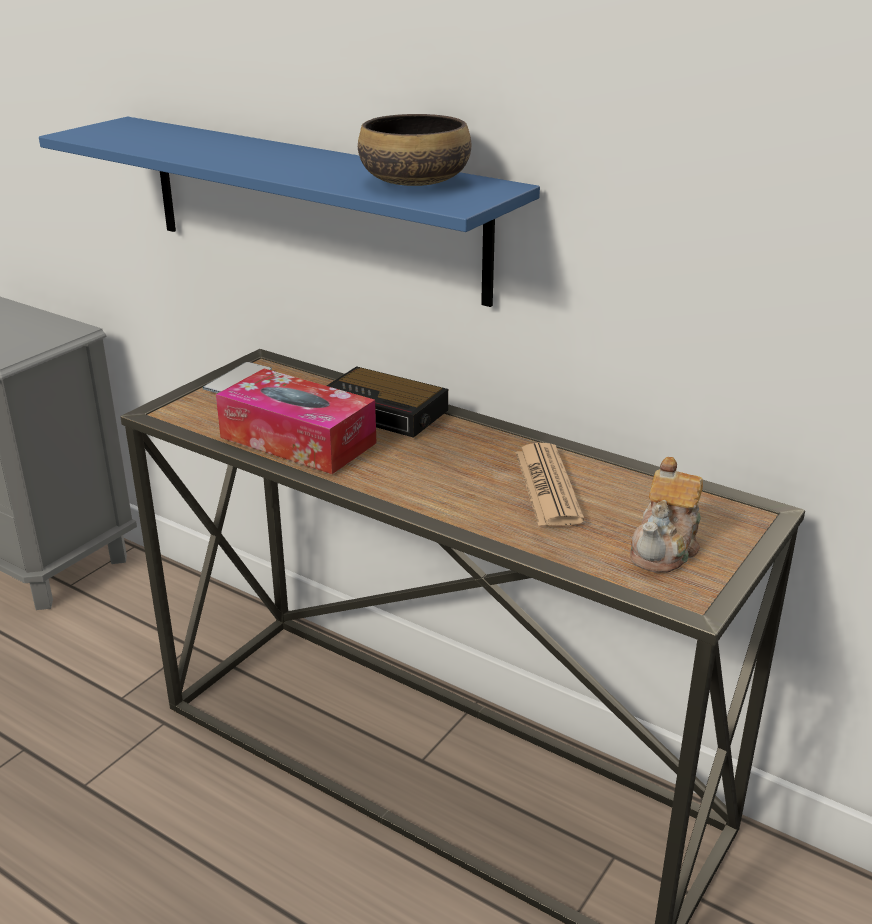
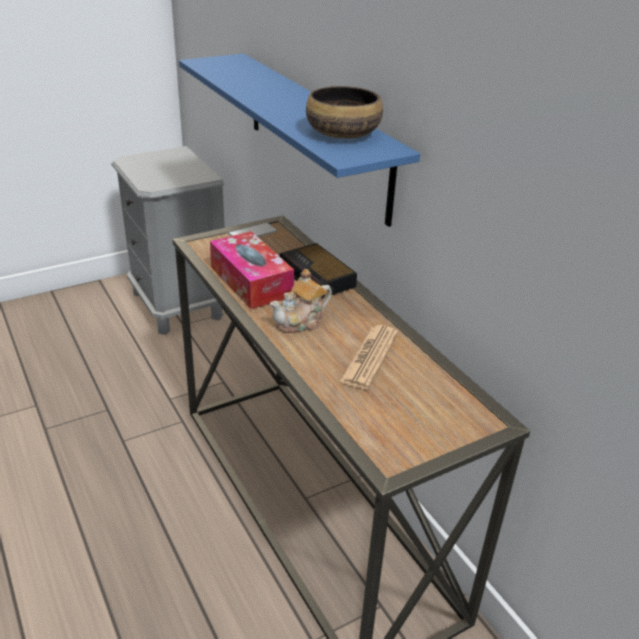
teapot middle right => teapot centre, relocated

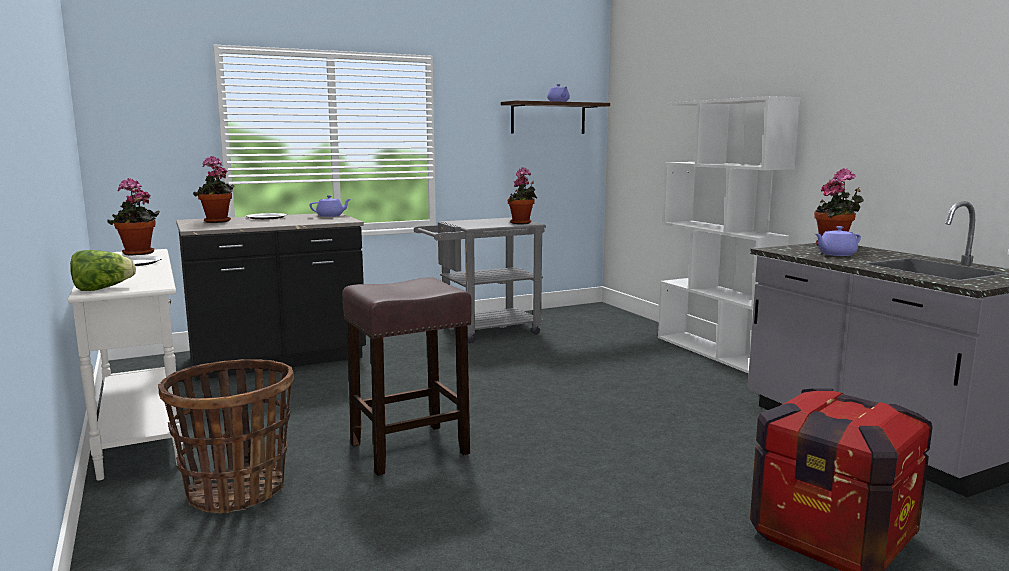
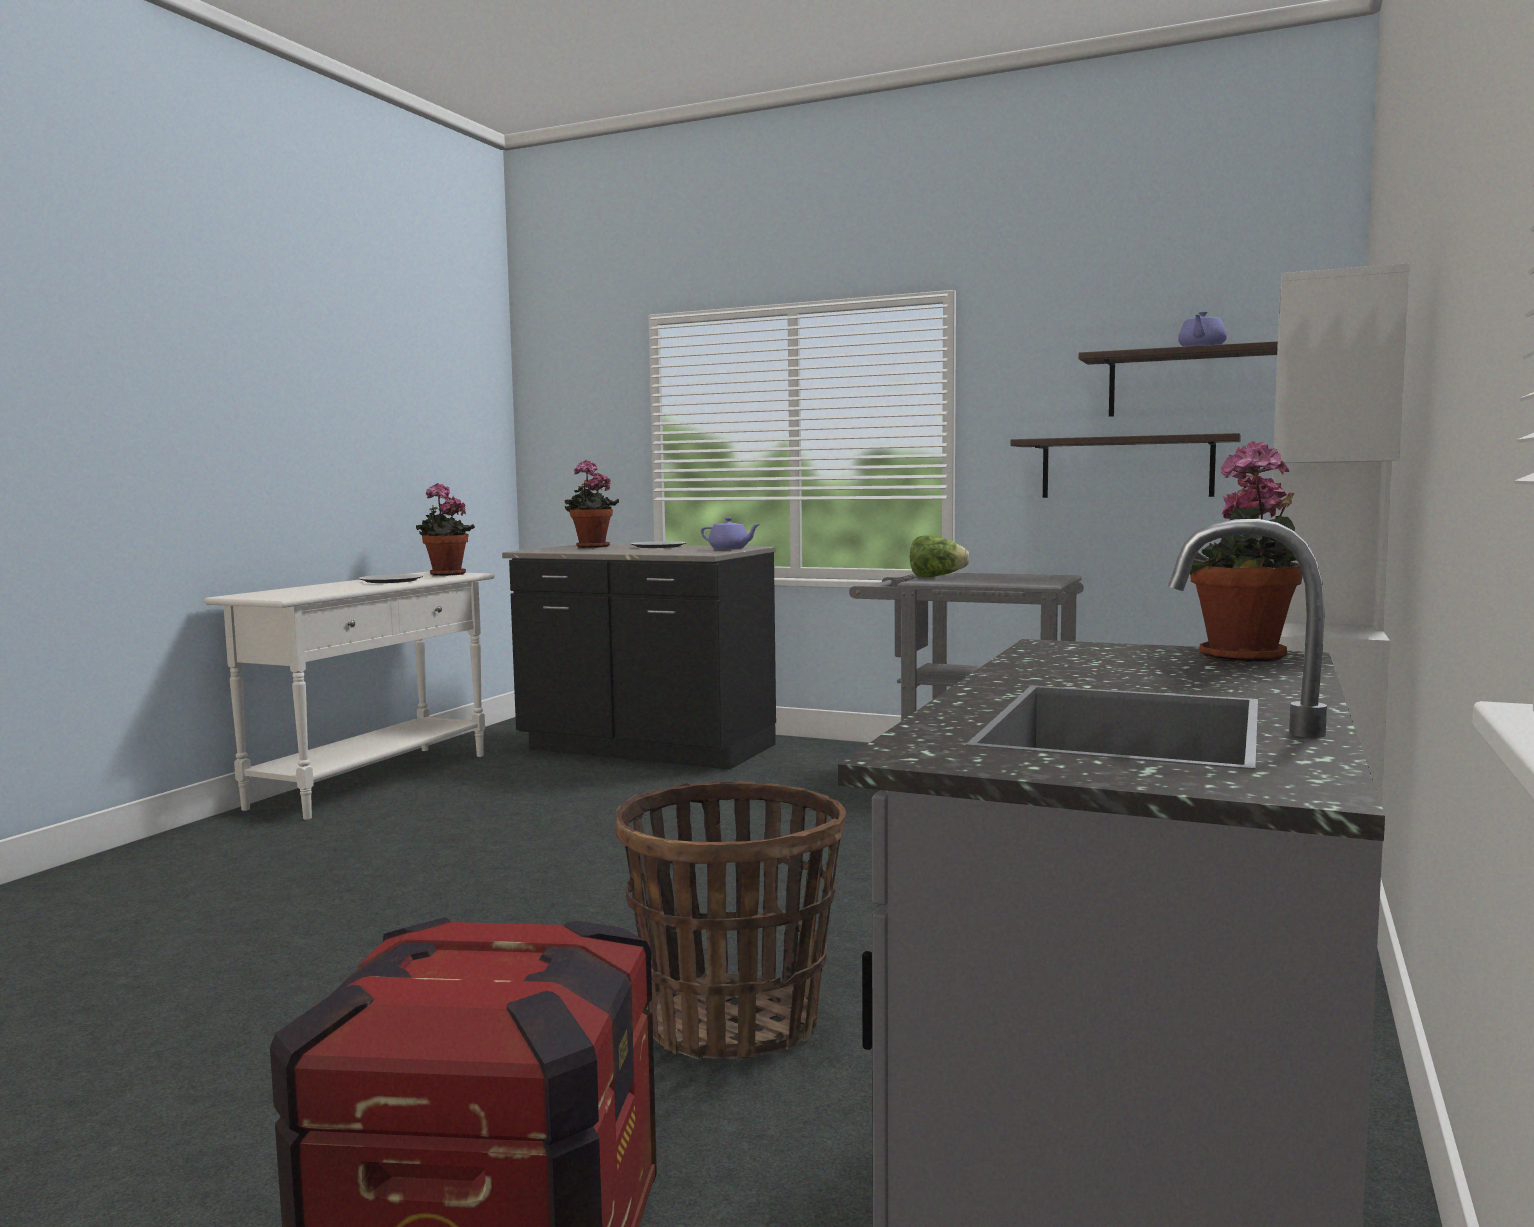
basket bottom left => basket bottom centre, relocated
lettuce middle left => lettuce centre, relocated
nothing => shelf (no. 1 from left) middle right
stool/brown centre => nothing
potted plant (no. 3 from left) centre => nothing
teapot/purple (no. 3 from left) middle right => nothing

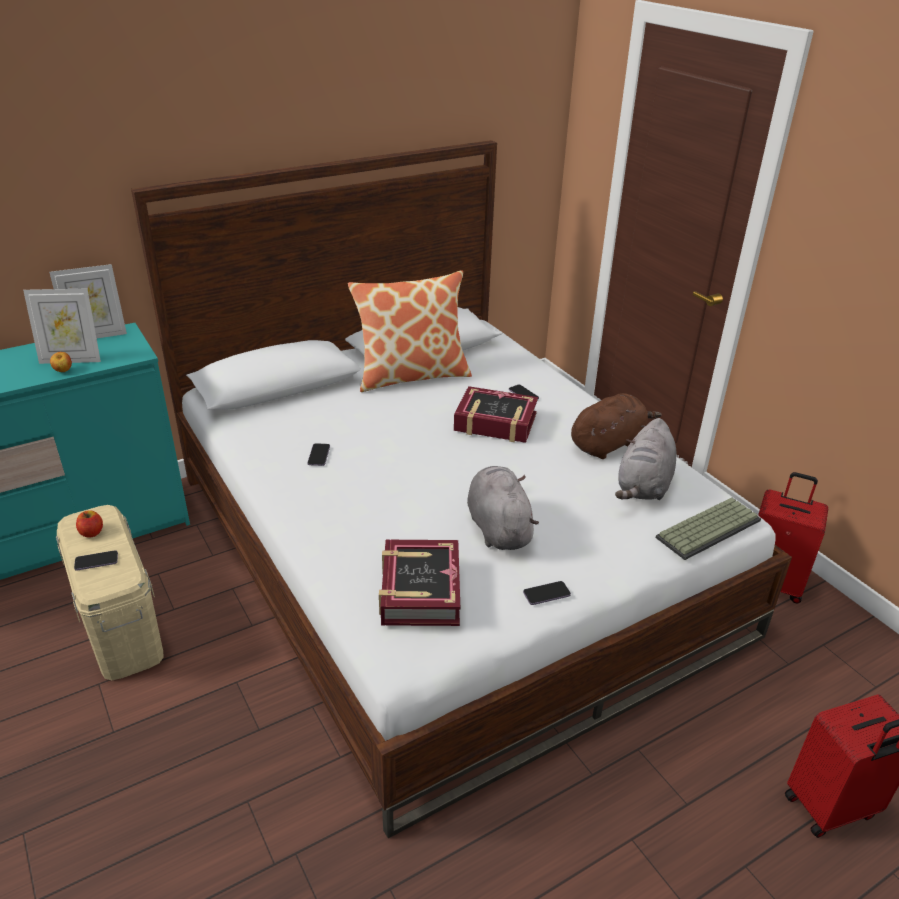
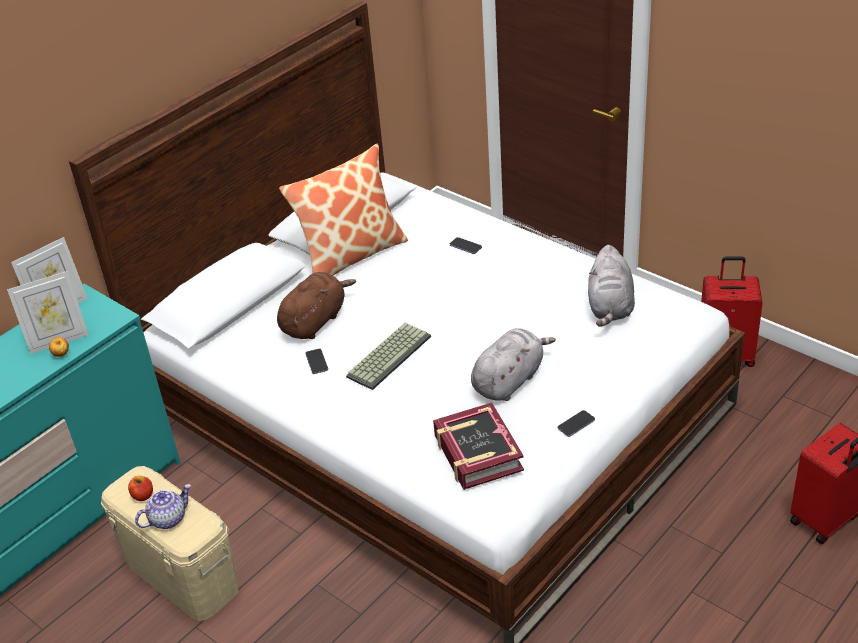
phone (no. 1 from left) middle left => teapot bottom left
plush toy/brown middle right => plush toy/brown centre, relocated
keyboard middle right => keyboard centre, relocated
plush toy/grey (no. 1 from left) centre, 75 degrees clockwise
book (no. 2 from left) centre => nothing

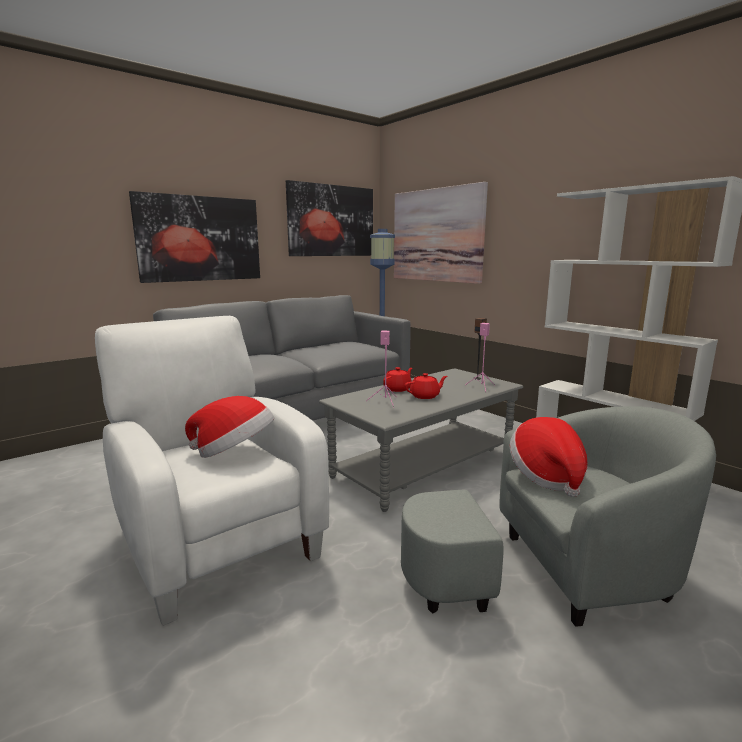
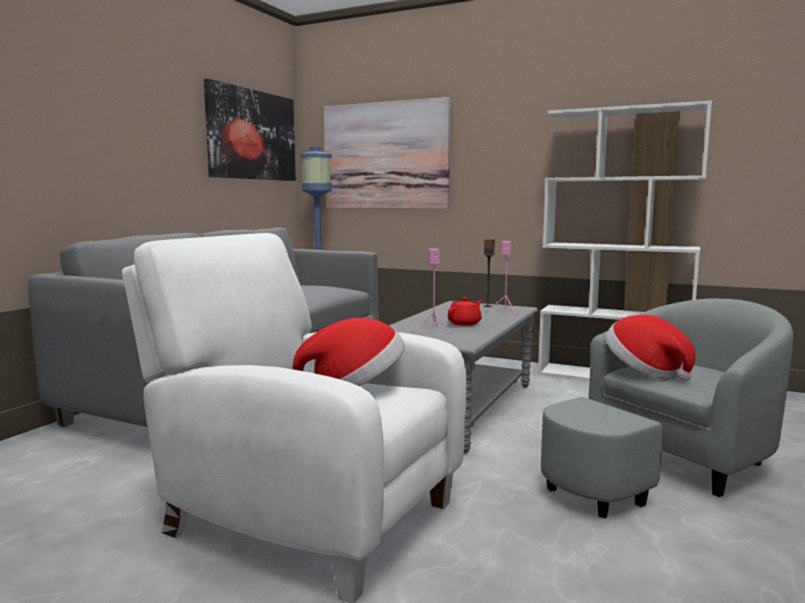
picture (no. 1 from left) top left => nothing
teapot/red (no. 1 from left) centre => nothing

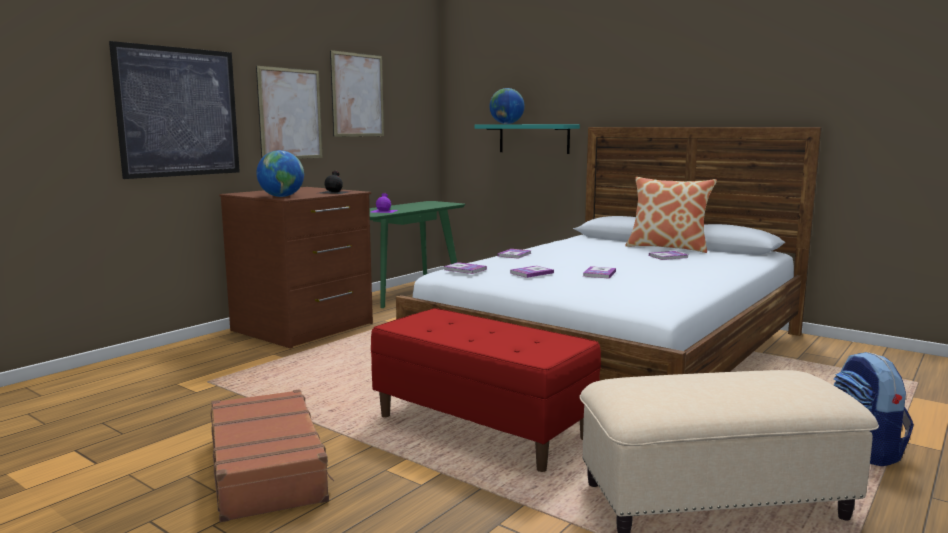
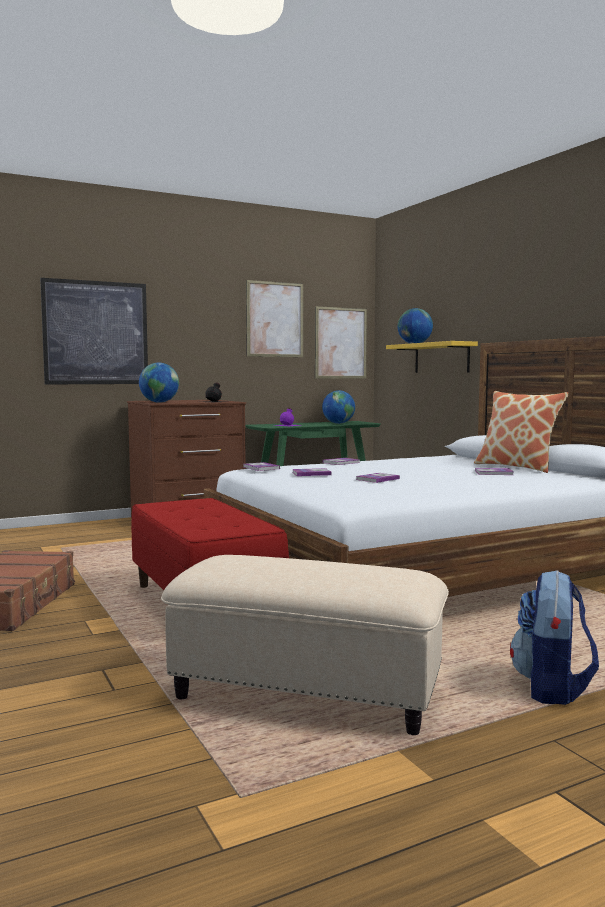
picture (no. 2 from left in the first image) top left => picture (no. 3 from left) centre, relocated
nothing => globe (no. 2 from left) centre
shelf/turquoise top centre => shelf/yellow middle right

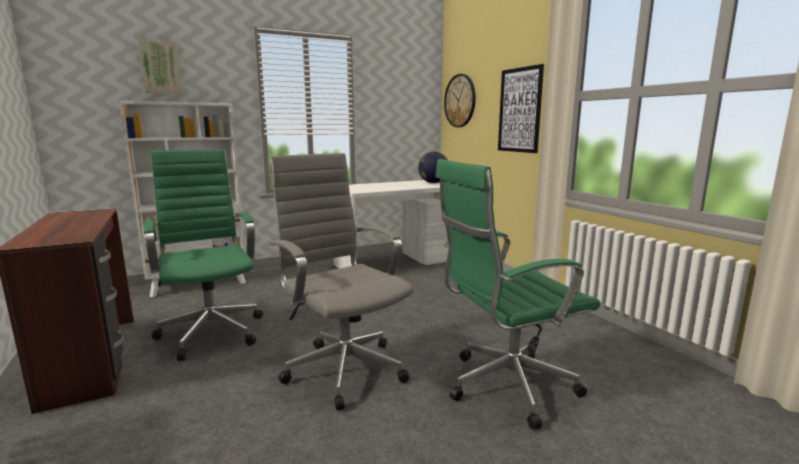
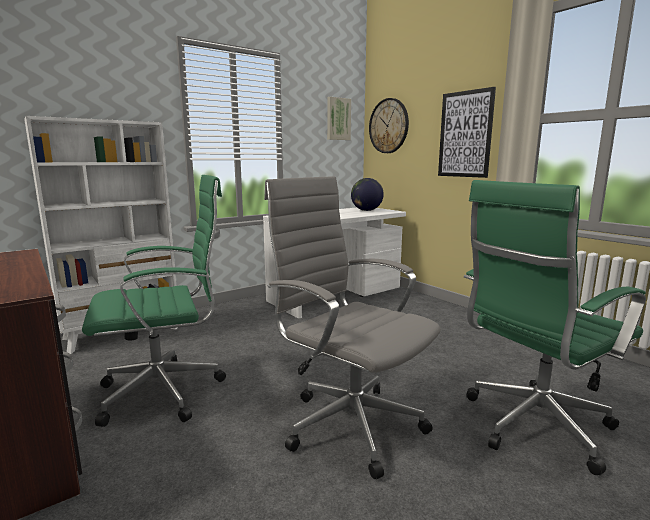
office chair/green (no. 1 from left) middle left, 105 degrees clockwise
picture (no. 1 from left) top left => picture (no. 1 from left) top centre, relocated

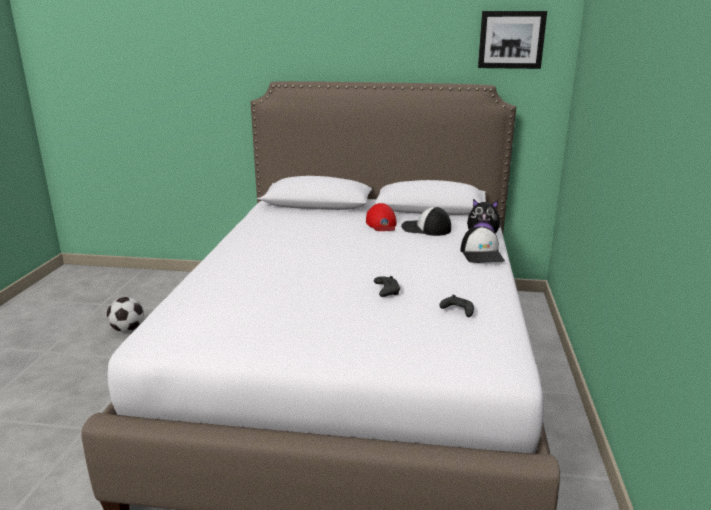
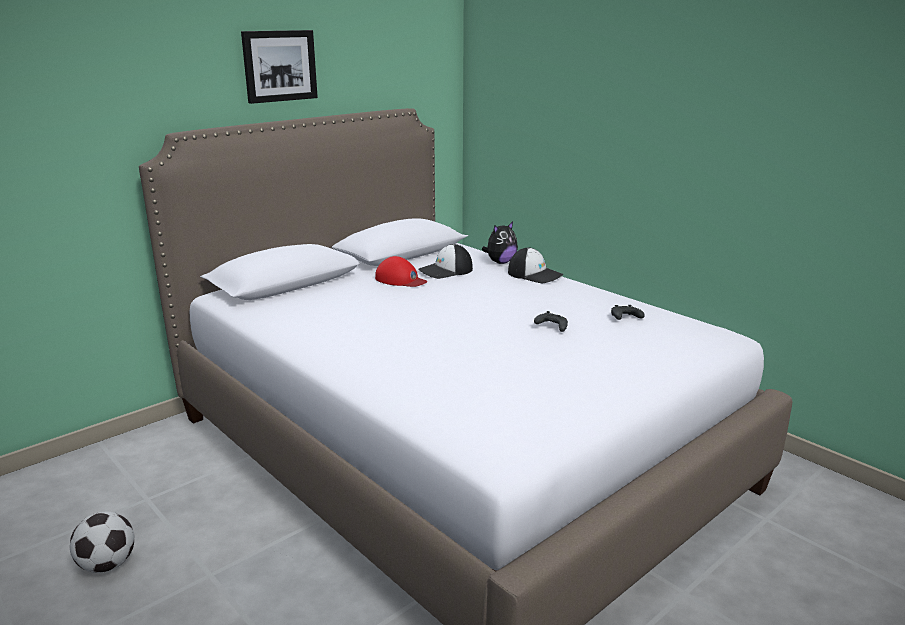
picture top right => picture top left, relocated

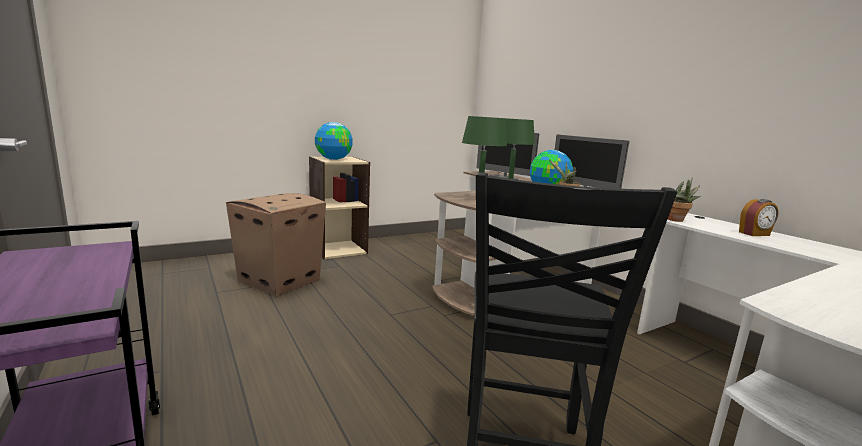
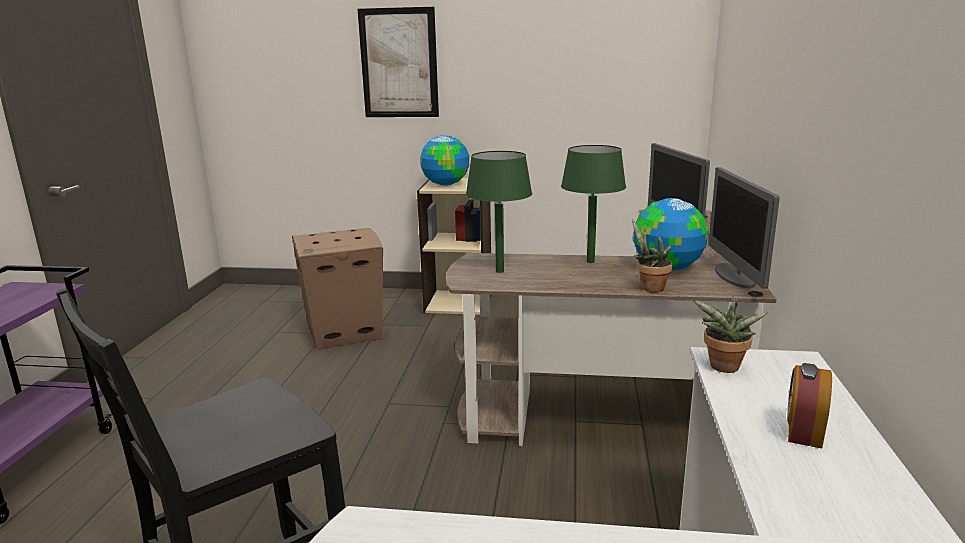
nothing => picture top centre
alarm clock middle right => alarm clock bottom right, 90 degrees clockwise

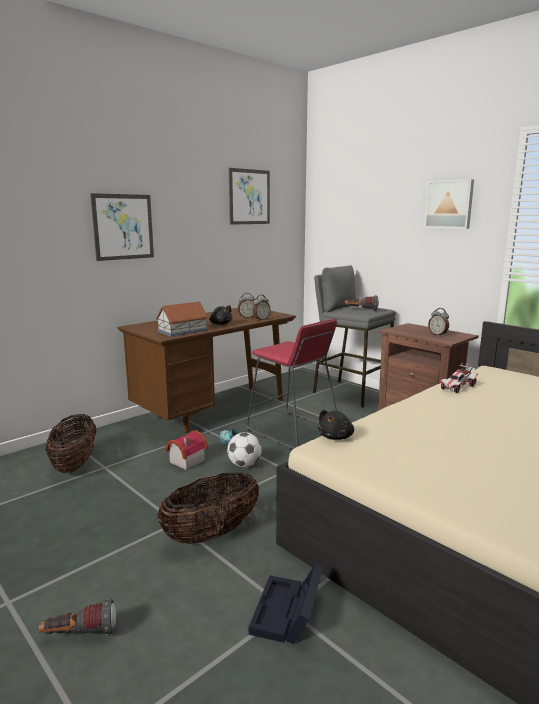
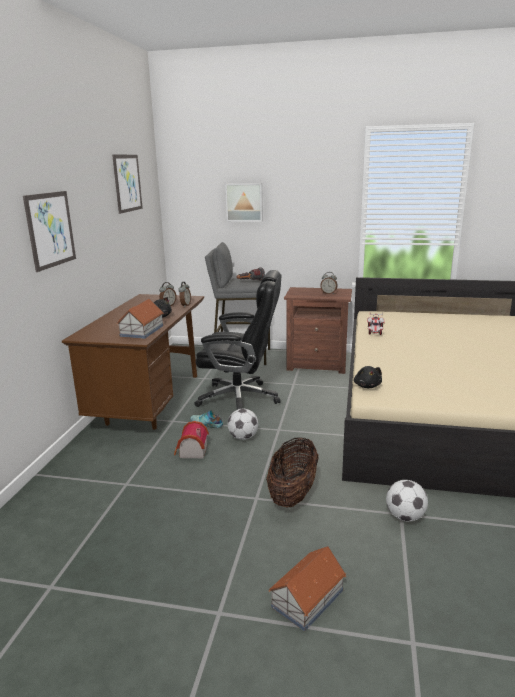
stool/red centre => office chair/black centre
picture (no. 3 from left) top right => picture (no. 3 from left) top centre, relocated
flashlight (no. 1 from left) bottom left => toy house (no. 3 from left) bottom centre
storage box/black bottom centre => football (no. 2 from left) bottom right
basket (no. 1 from left) middle left => nothing

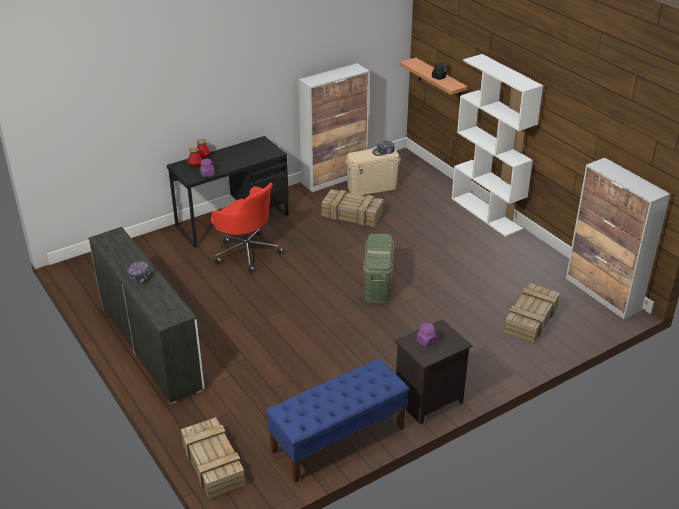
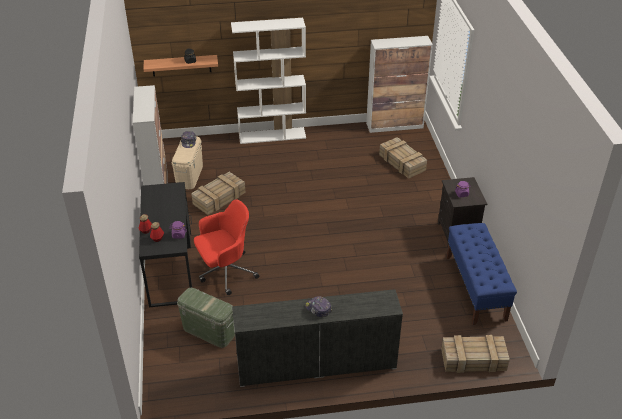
storage box/green centre => storage box/green bottom left, relocated

